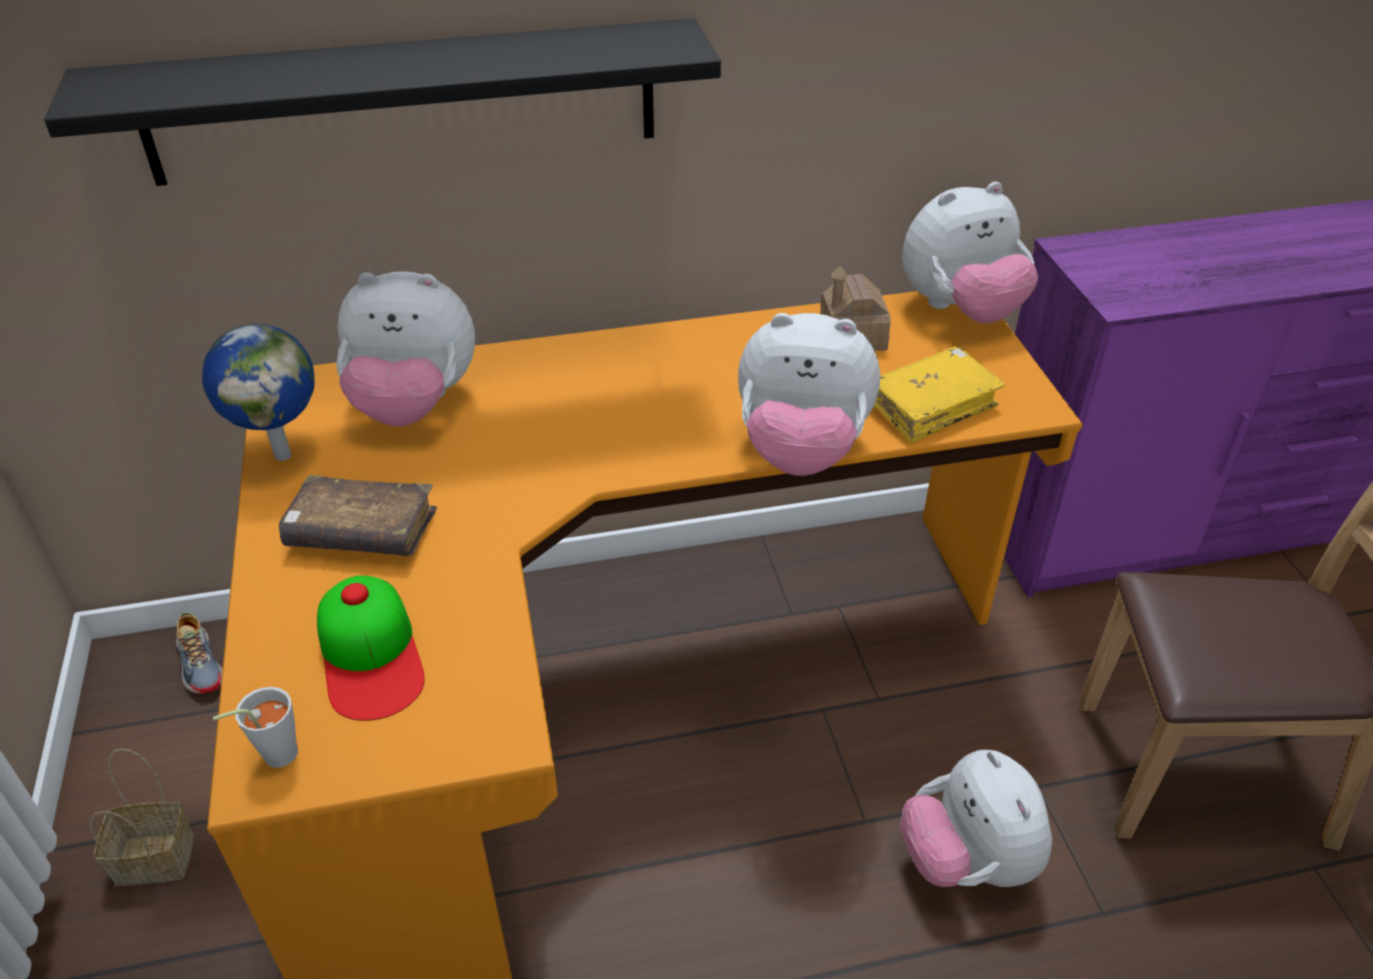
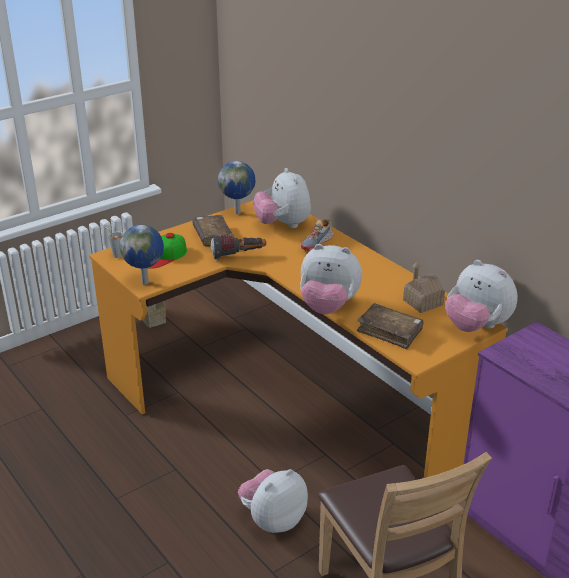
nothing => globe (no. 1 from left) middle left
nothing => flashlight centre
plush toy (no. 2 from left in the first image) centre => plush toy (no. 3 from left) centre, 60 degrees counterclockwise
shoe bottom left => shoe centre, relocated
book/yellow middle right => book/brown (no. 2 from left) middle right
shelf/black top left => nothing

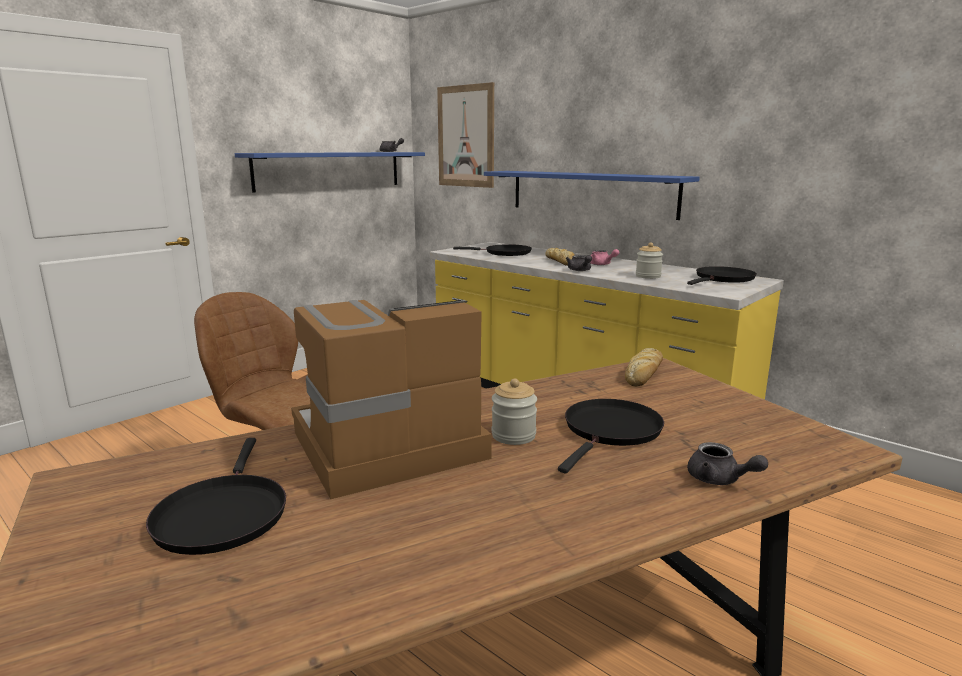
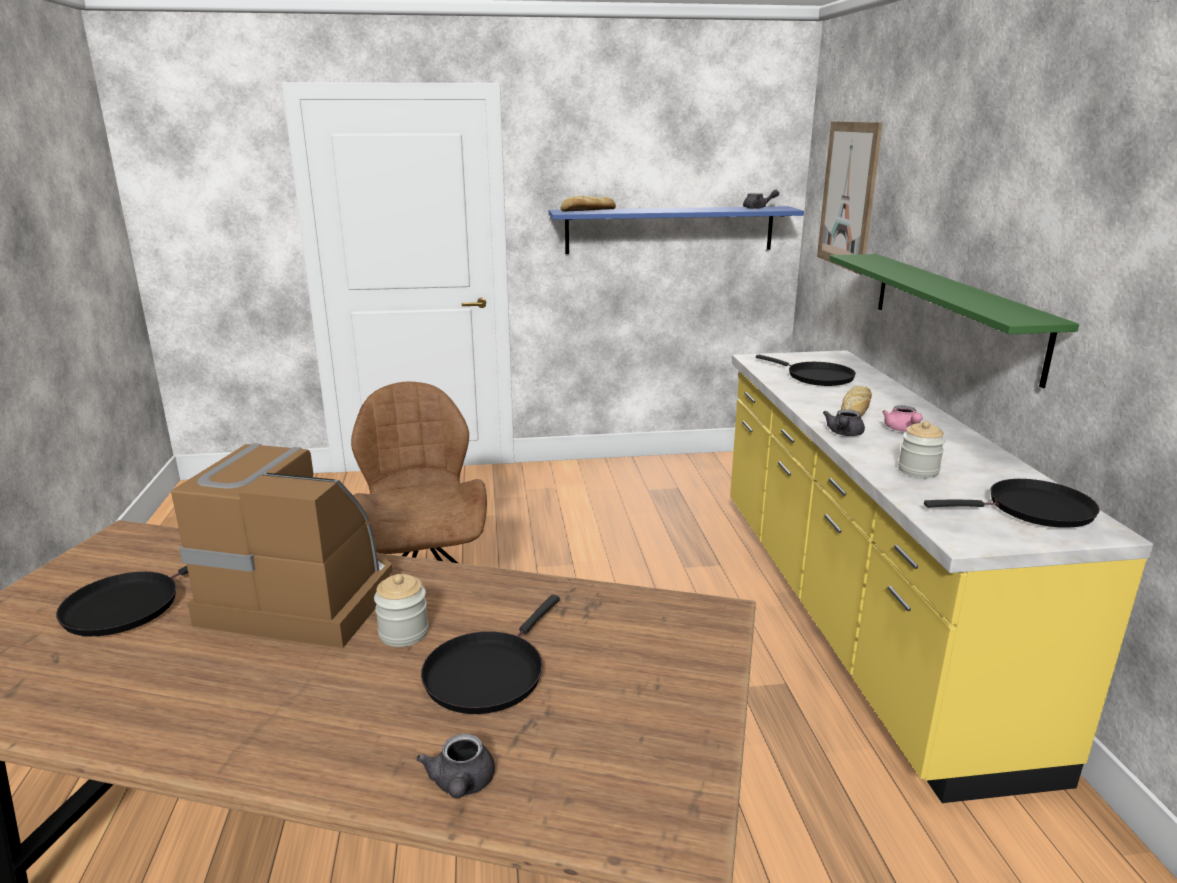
frying pan/black (no. 3 from left in the first image) centre => frying pan/black (no. 2 from left) bottom centre, 135 degrees clockwise
bread (no. 2 from left in the first image) middle right => bread (no. 1 from left) top centre, relocated
shelf/blue (no. 2 from left) top centre => shelf/green middle right

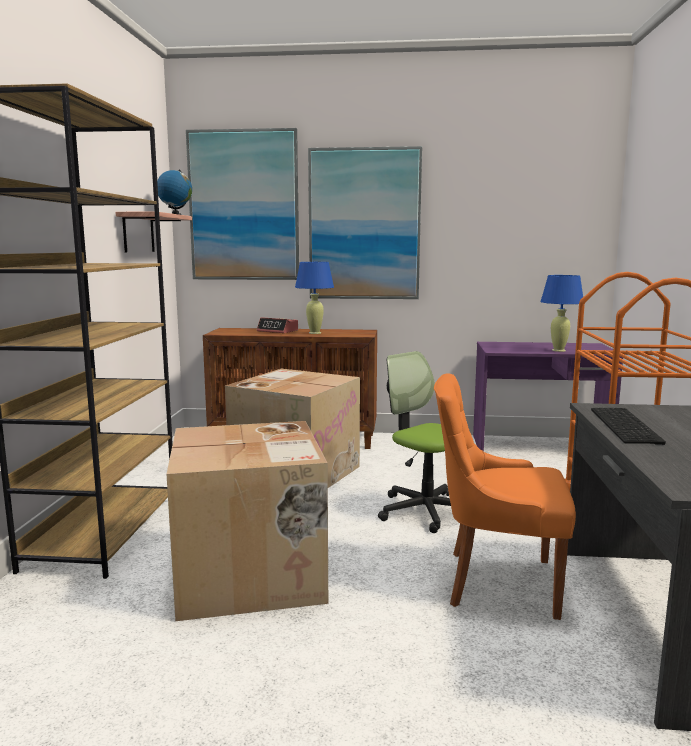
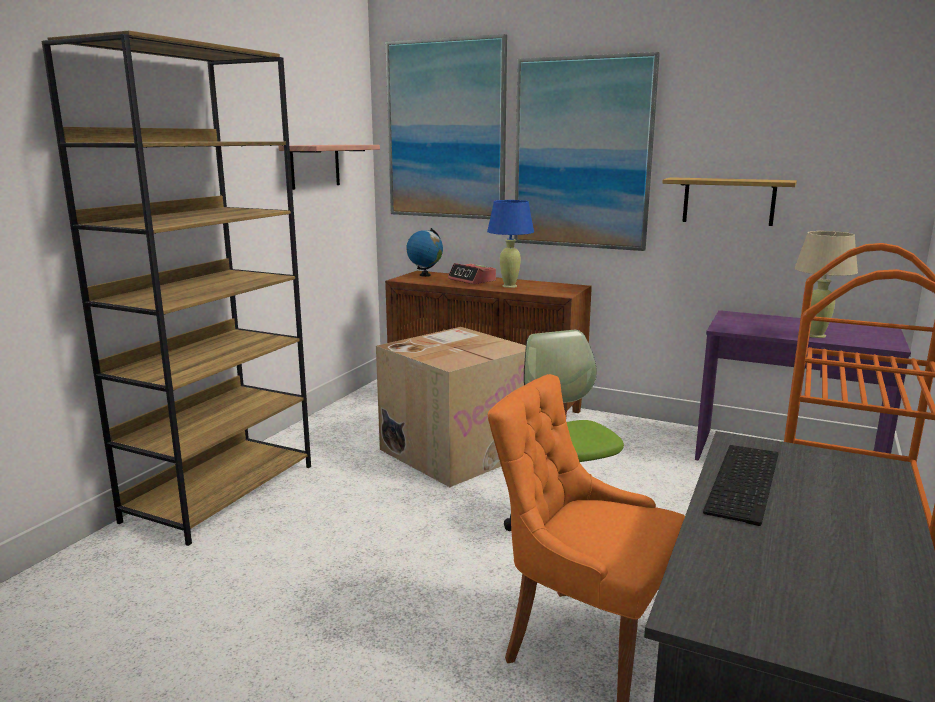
globe top left => globe centre, relocated
nothing => shelf (no. 2 from left) top right
table lamp/blue (no. 2 from left) middle right => table lamp/beige middle right
cardboard box (no. 1 from left) bottom centre => nothing

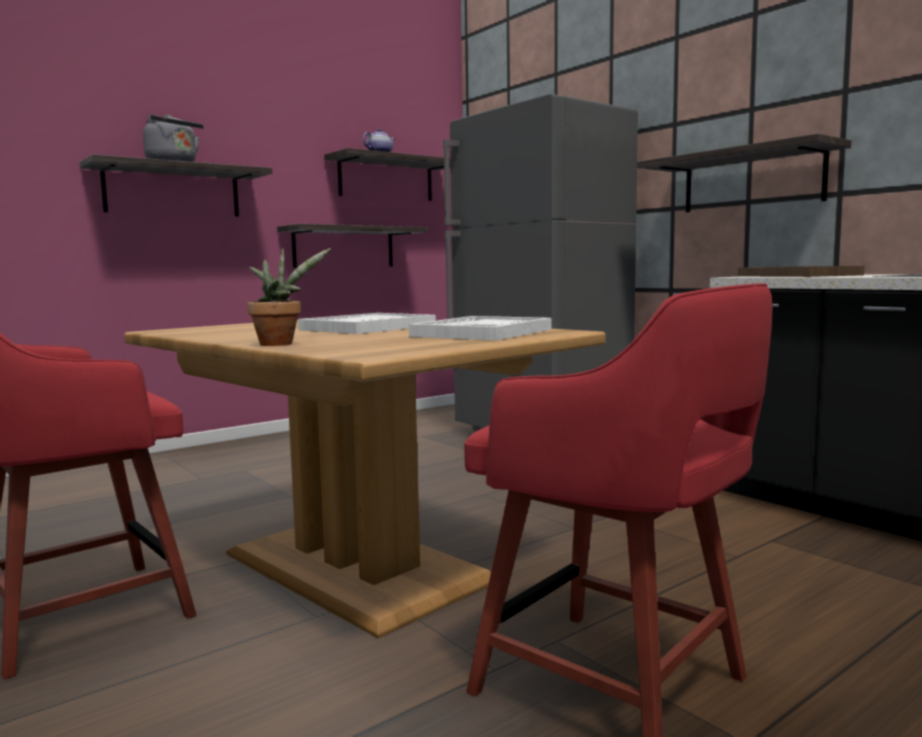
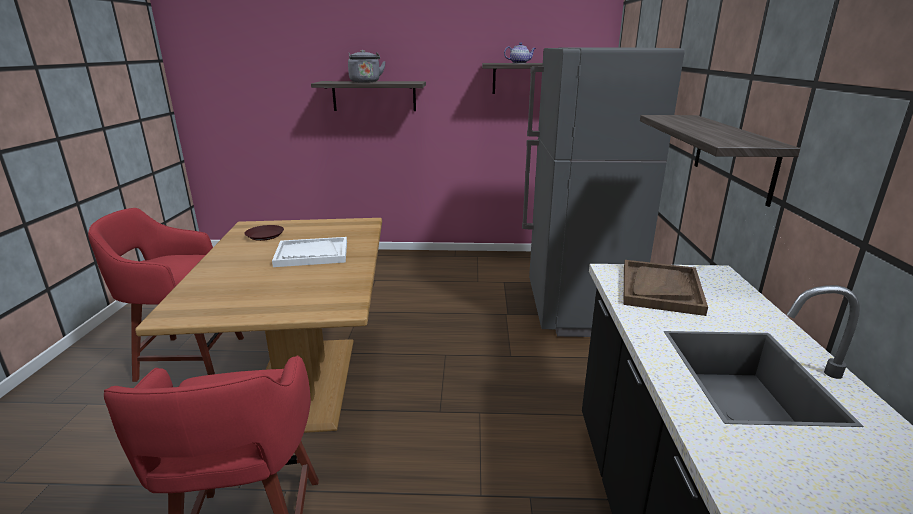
nothing => plate/brown middle left
potted plant middle left => nothing
shelf (no. 2 from left) centre => nothing
tray/white (no. 2 from left) centre => nothing

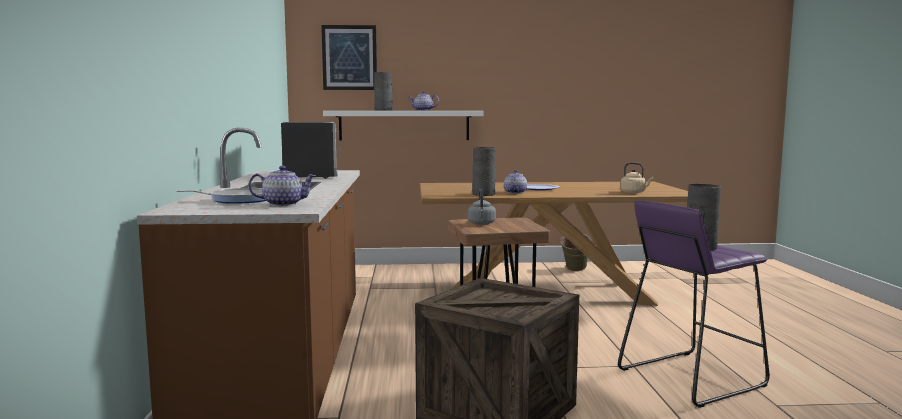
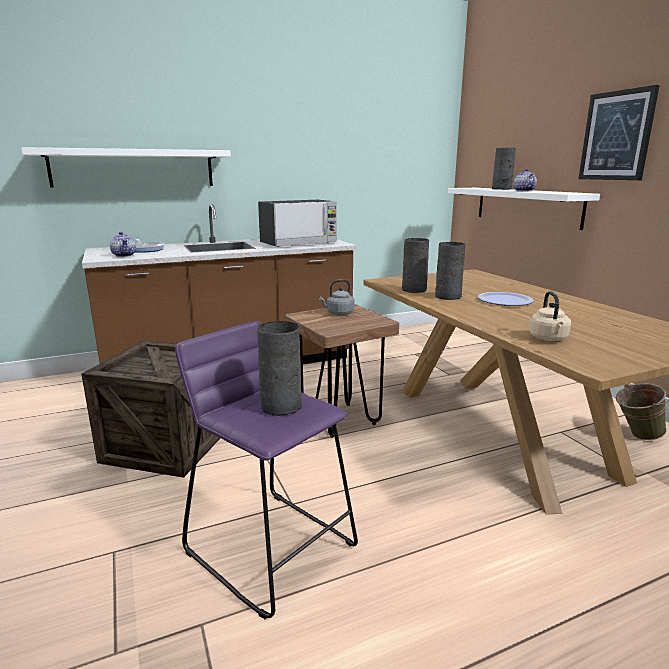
nothing => shelf/white (no. 1 from left) top left
teapot (no. 3 from left) centre => vase/grey (no. 3 from left) middle right
picture top centre => picture top right, relocated

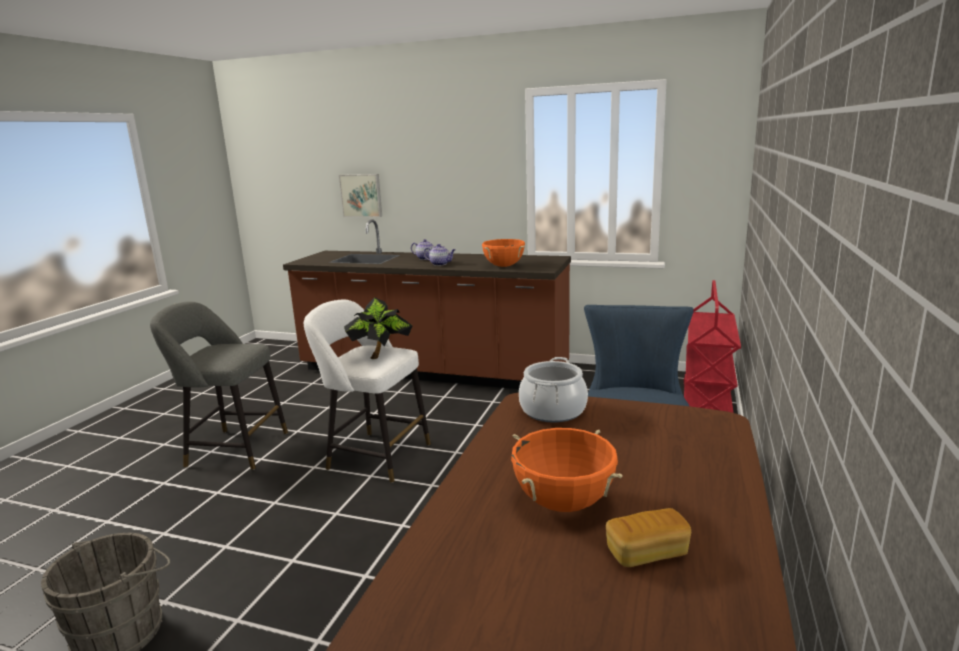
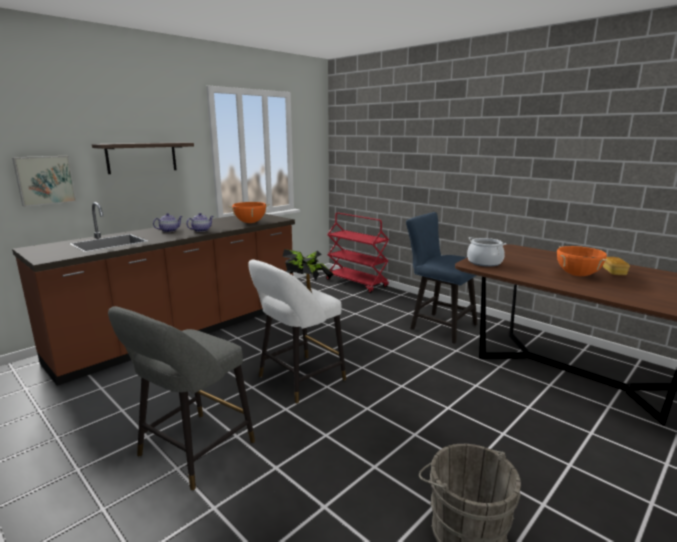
nothing => shelf top left

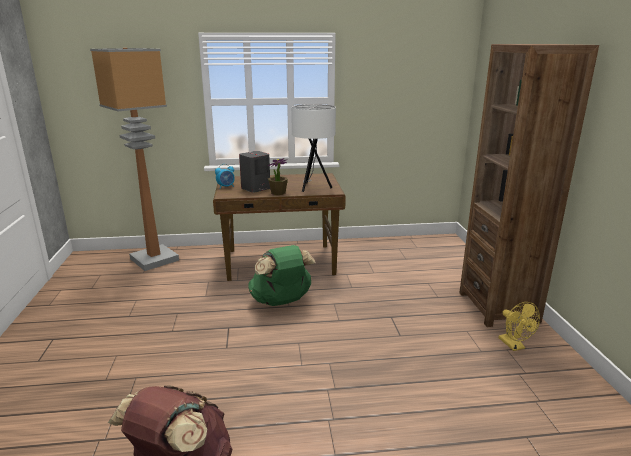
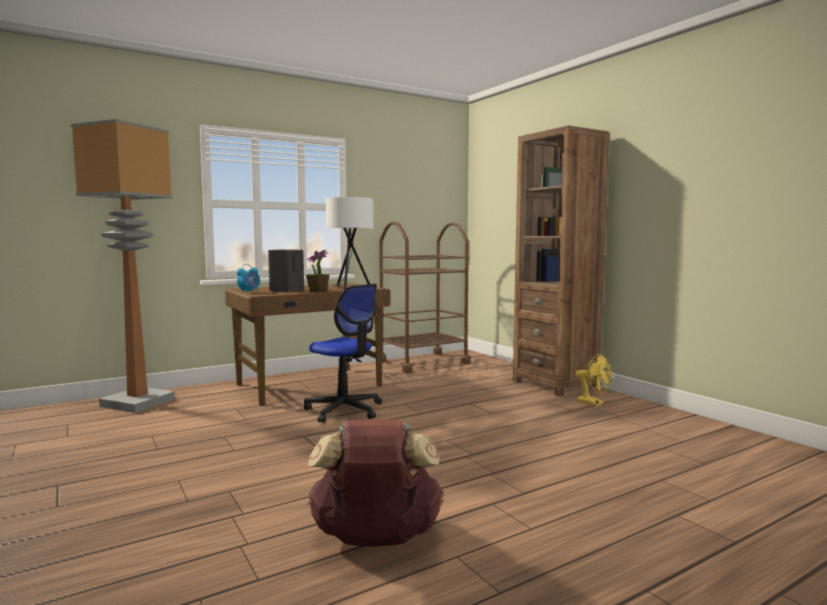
backpack/green centre => office chair centre
nothing => cart/brown centre

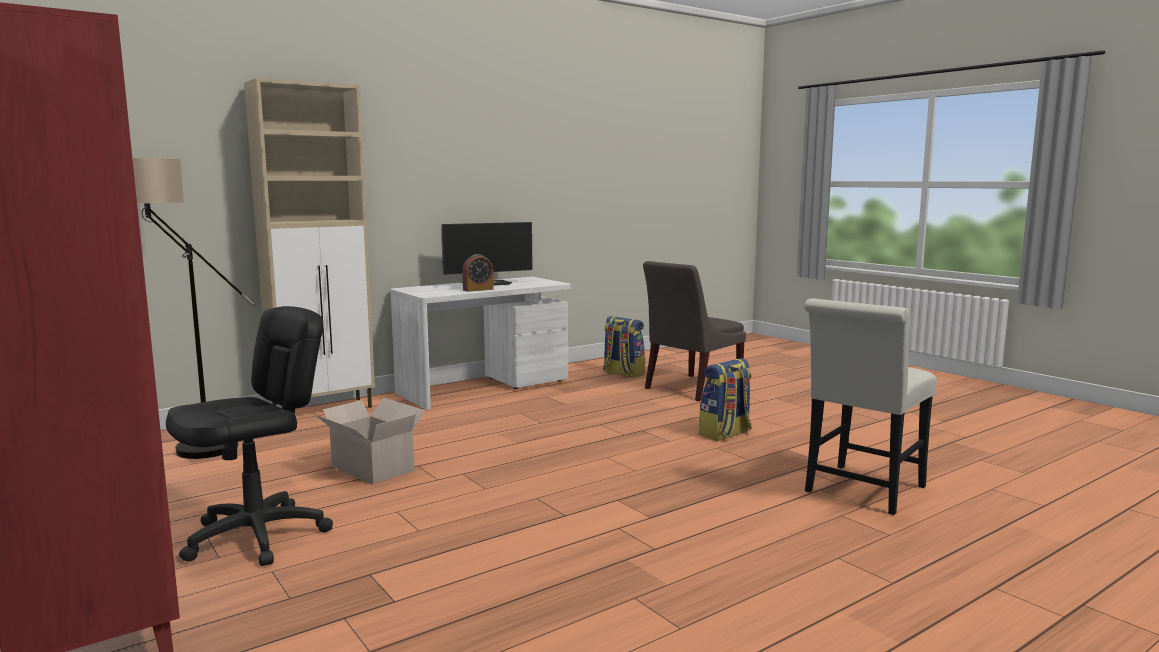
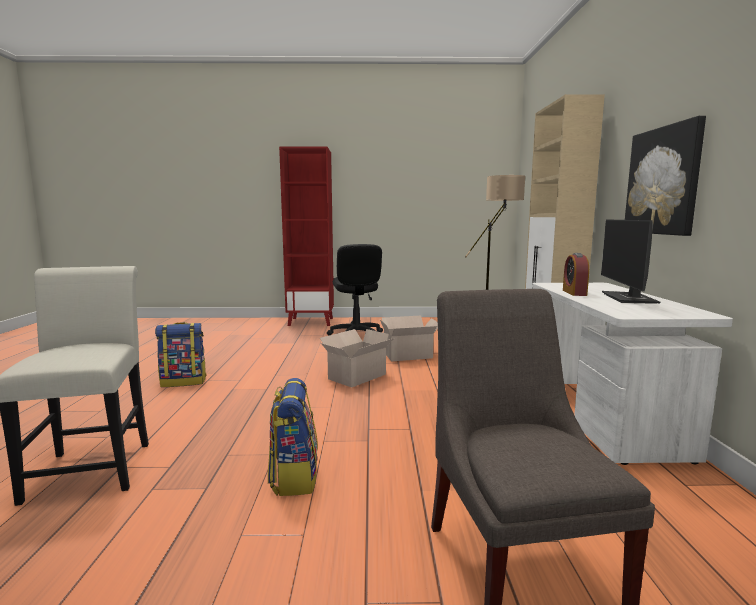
backpack (no. 1 from left) centre => backpack (no. 1 from left) middle left, relocated
nothing => cardboard box (no. 1 from left) centre
nothing => picture top right

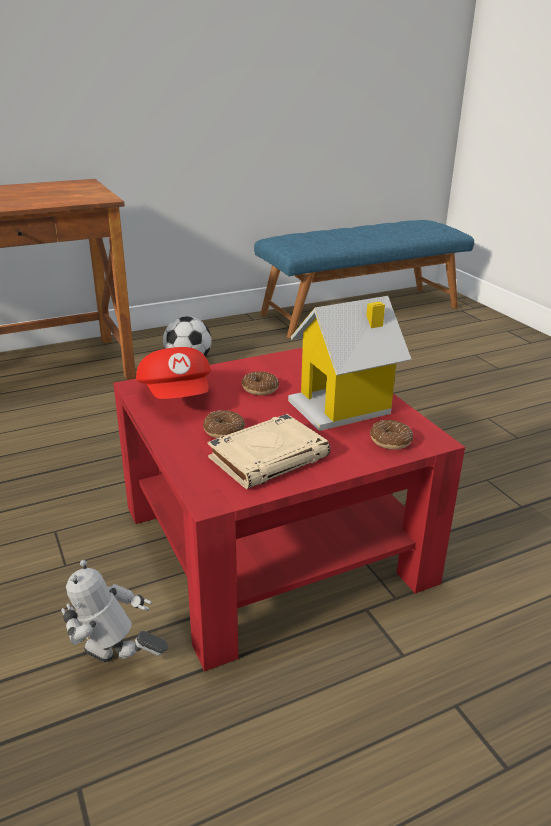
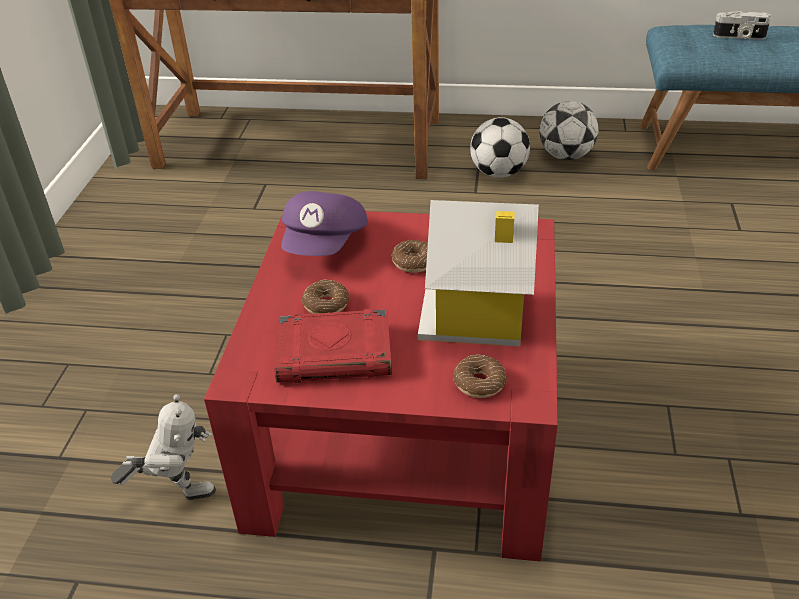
toy robot bottom left, 120 degrees clockwise
book/beige centre => book/red centre
cap/red middle left => cap/purple centre
nothing => football (no. 2 from left) top right
nothing => photo camera top right

